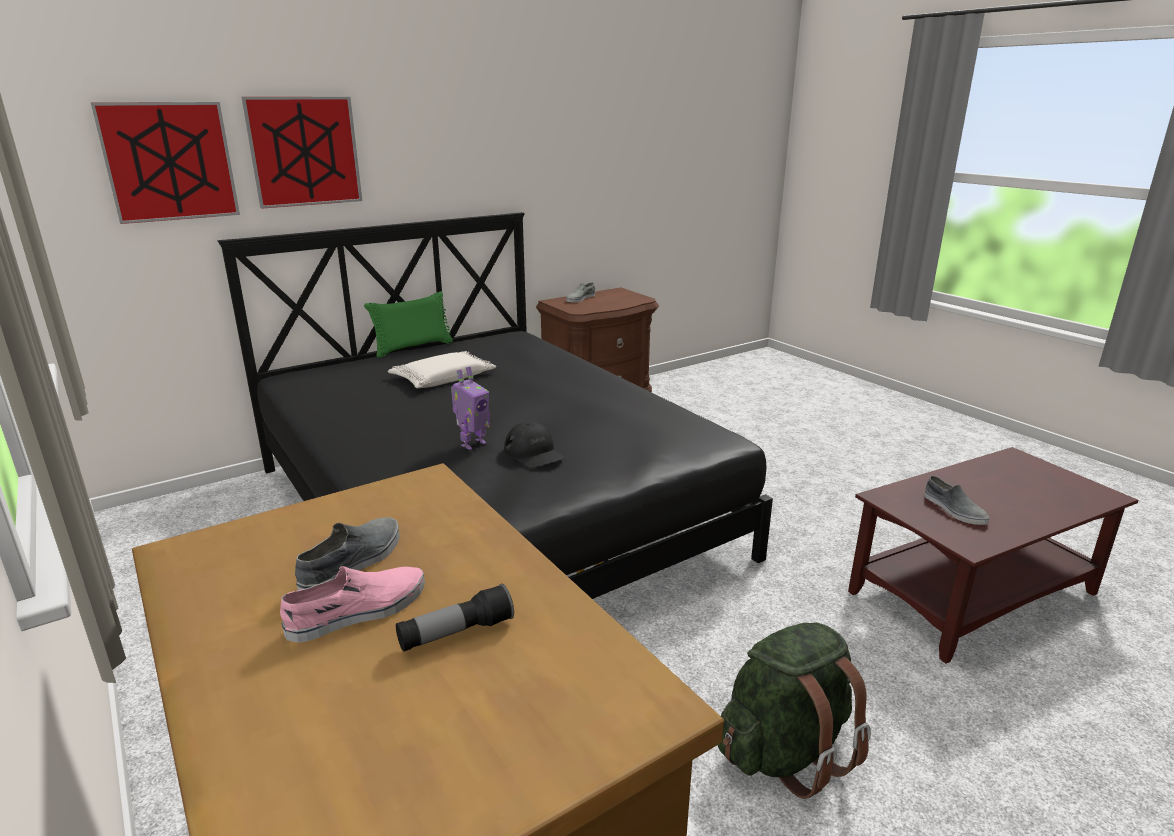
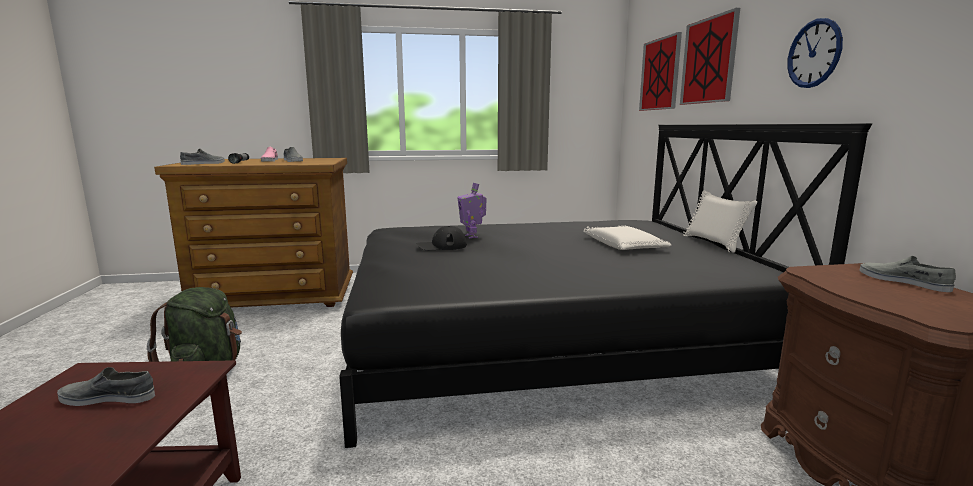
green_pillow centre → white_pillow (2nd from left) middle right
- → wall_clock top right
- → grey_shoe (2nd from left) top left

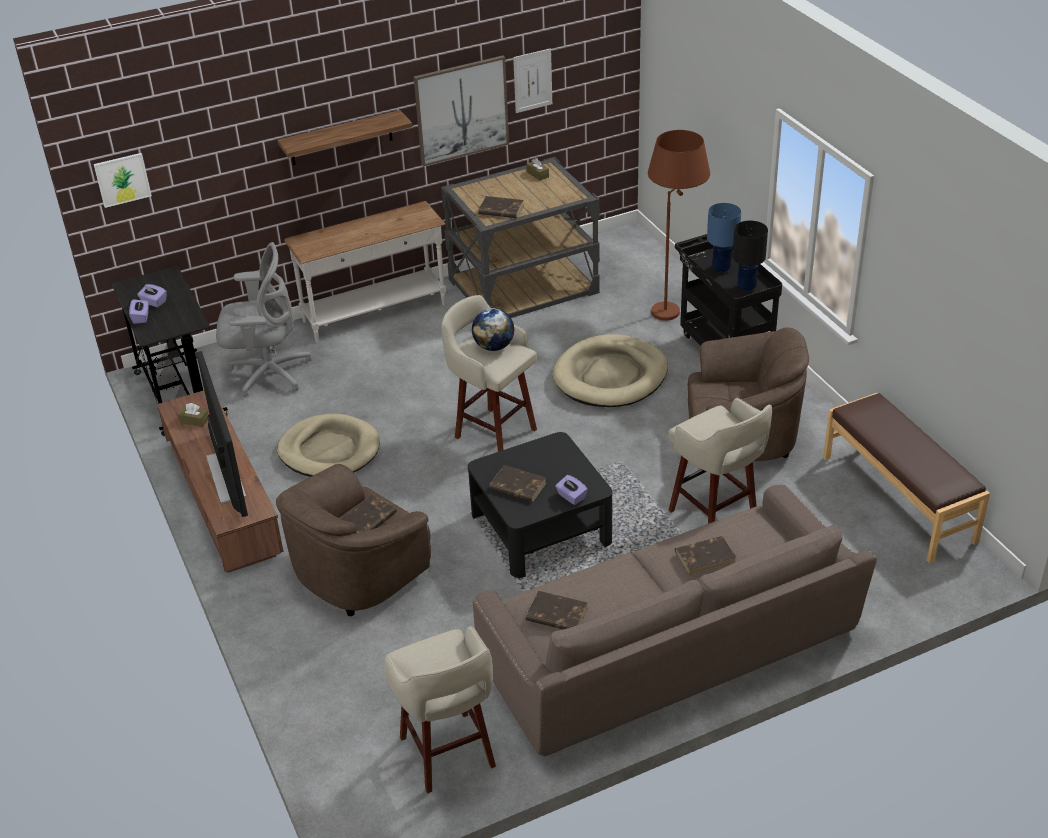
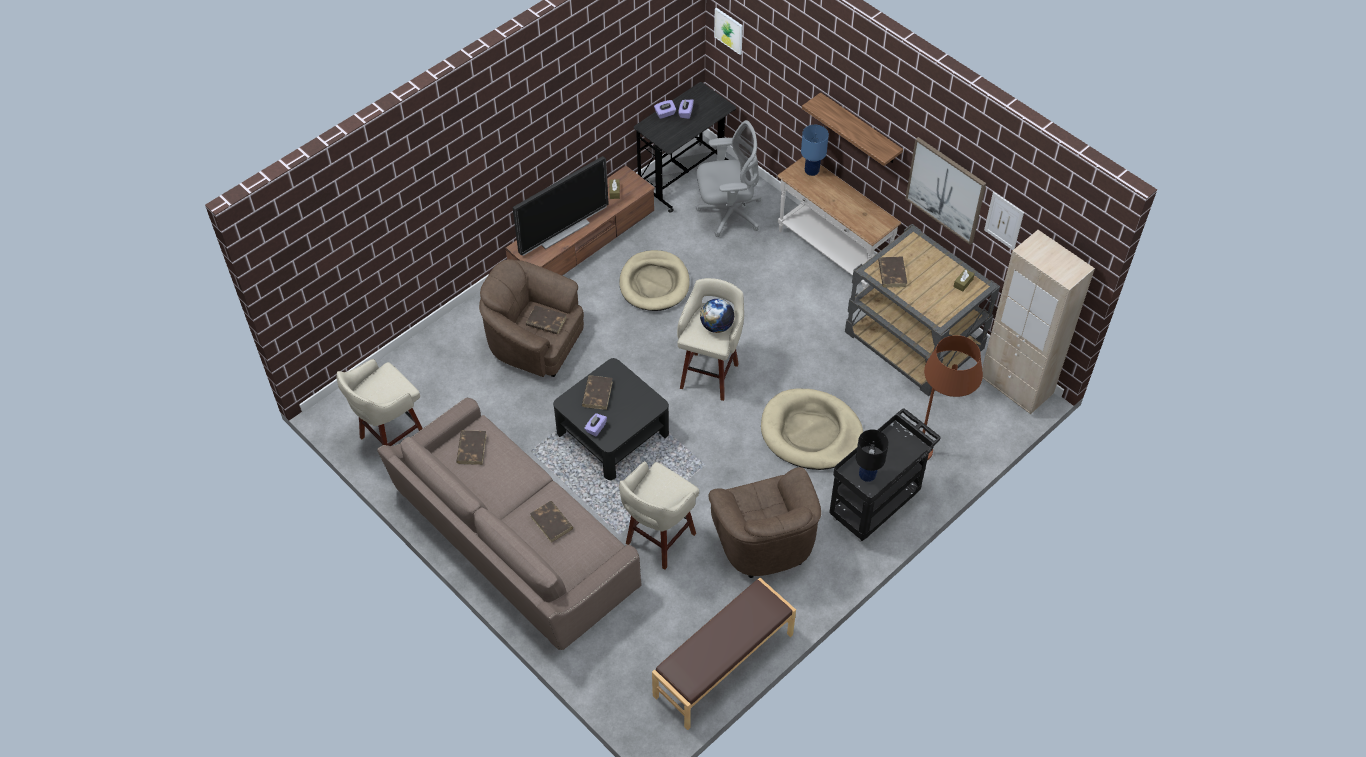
blue_table_lamp top right → blue_table_lamp top centre, move
grey_office_chair middle left → grey_office_chair top centre, 75 degrees counterclockwise
- → beige_cabinet middle right

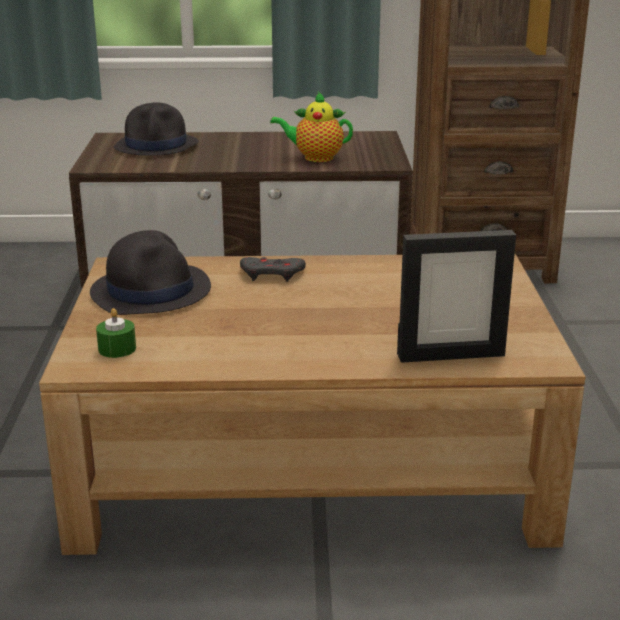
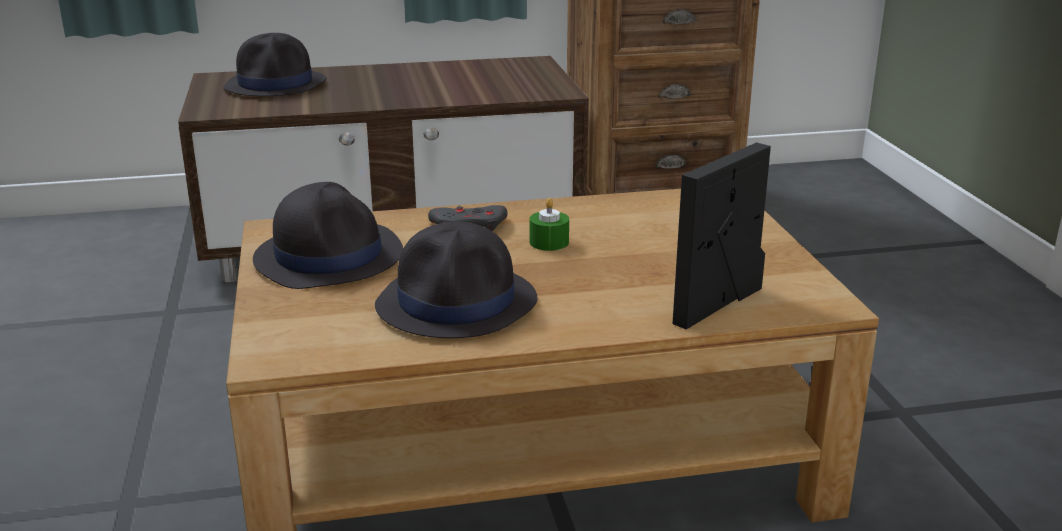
teapot top centre → -
picture_frame middle right, 150 degrees clockwise
green_candle middle left → green_candle centre, move
- → black_hat (3rd from left) centre

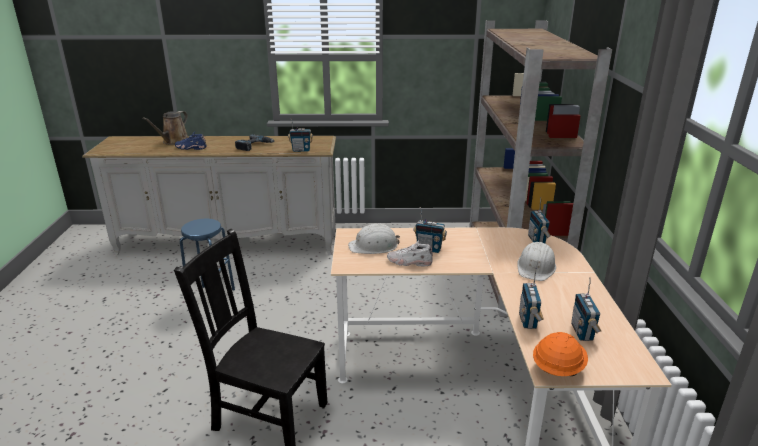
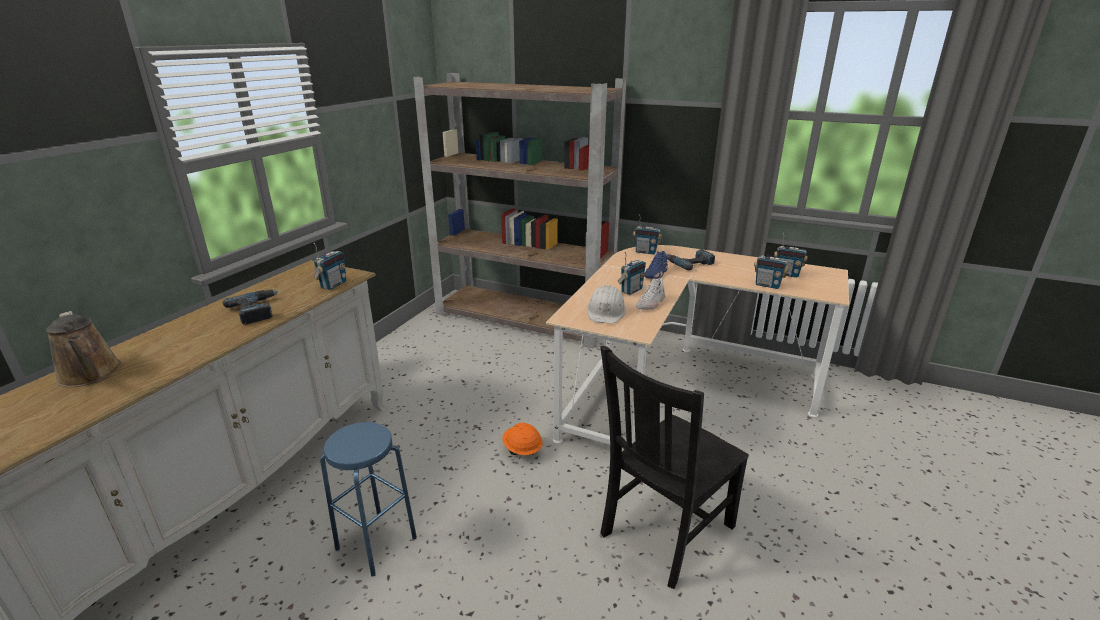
blue_shoe top left → blue_shoe centre, move
white_hard_hat (2nd from left) middle right → power_drill (2nd from left) centre
orange_hard_hat bottom right → orange_hard_hat bottom centre, move

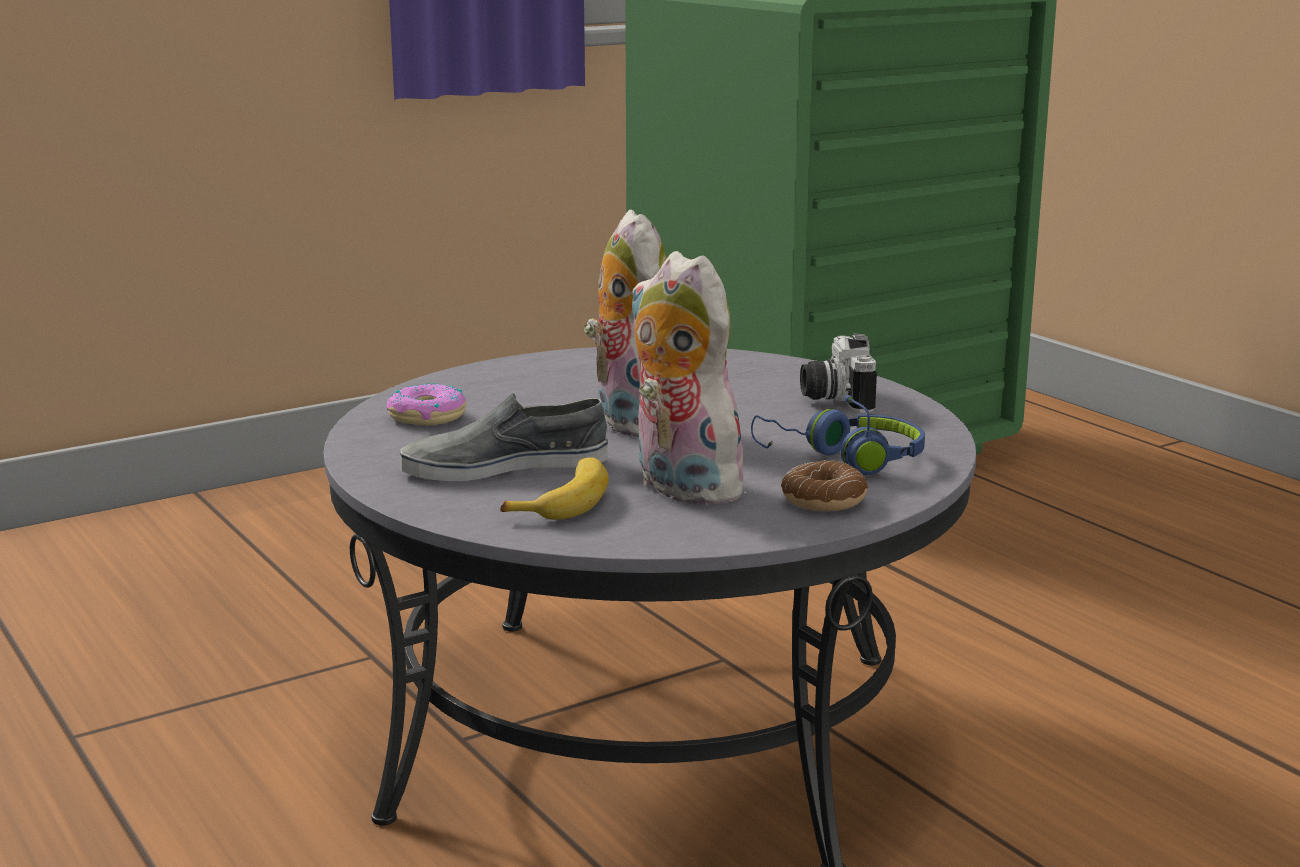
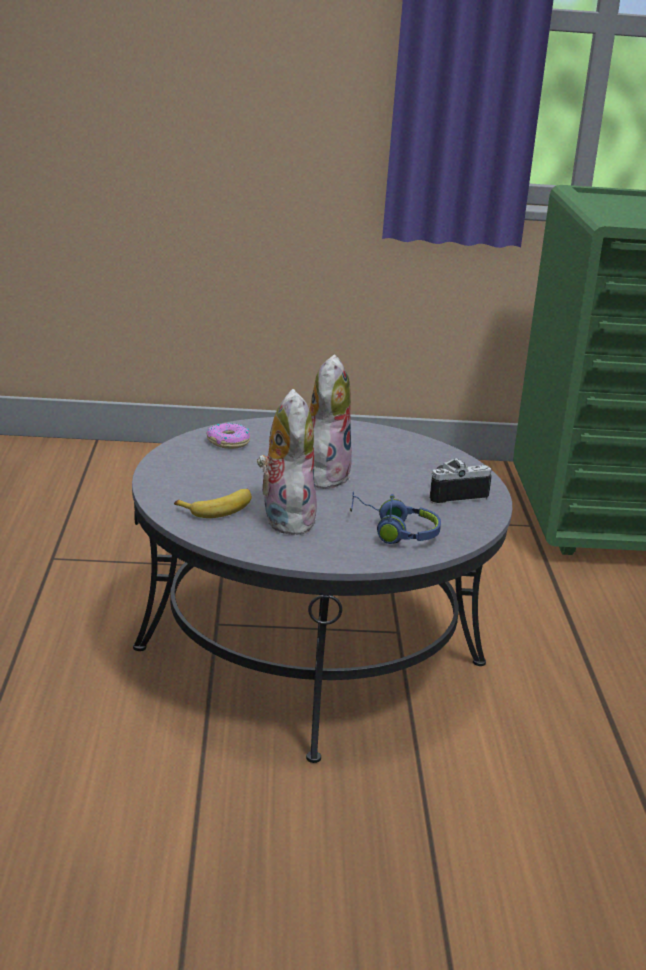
photo_camera centre → photo_camera middle right, 45 degrees clockwise
grey_shoe centre → -
donut (2nd from left) centre → -

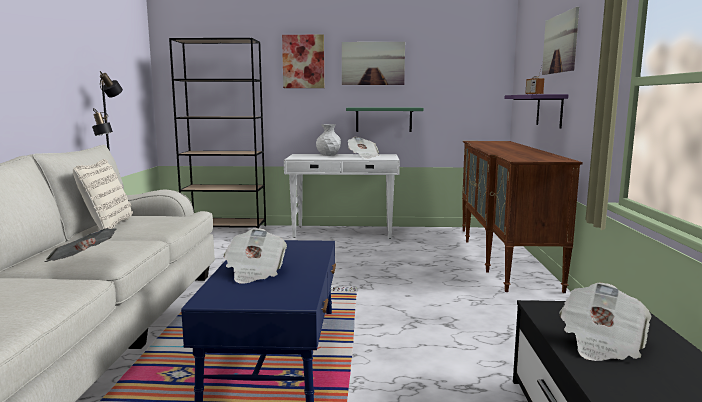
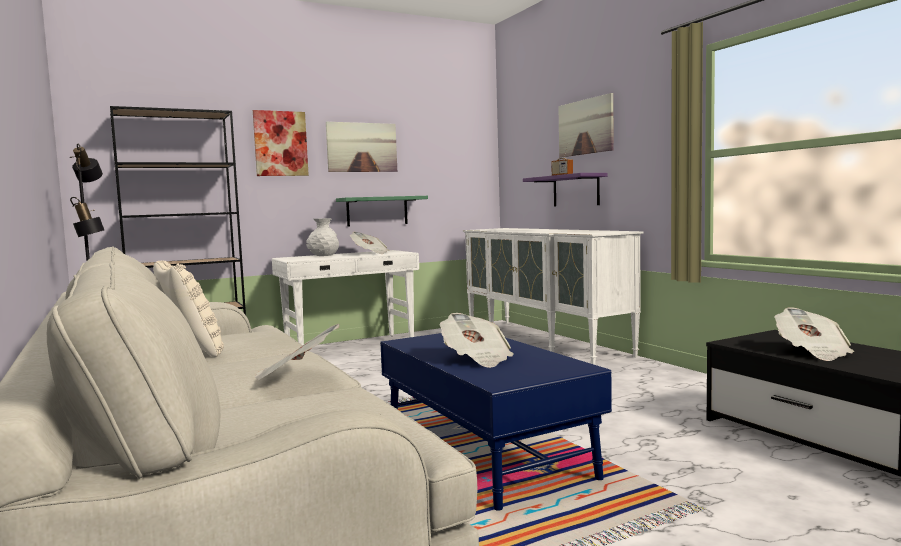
brown_cabinet middle right → white_cabinet centre

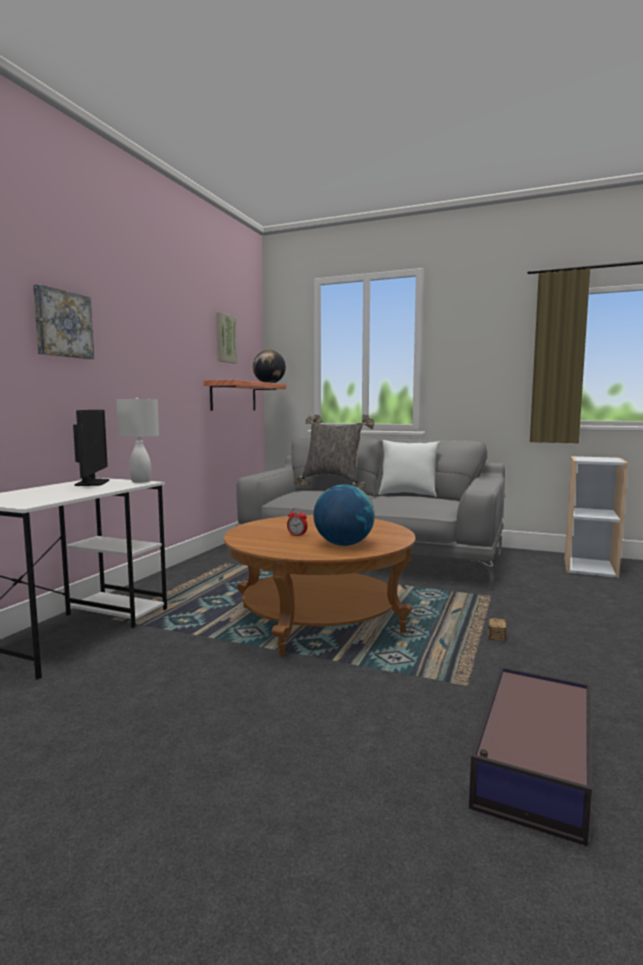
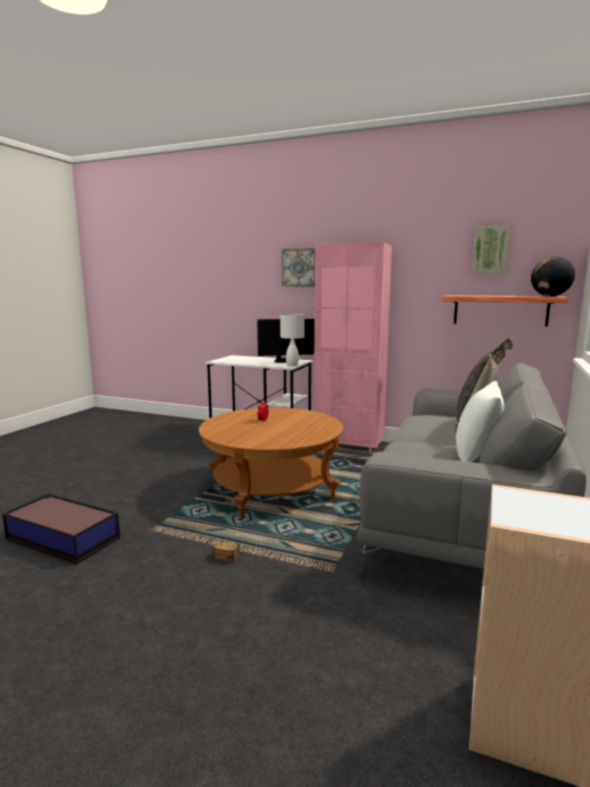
globe (2nd from left) centre → -
- → pink_cabinet centre

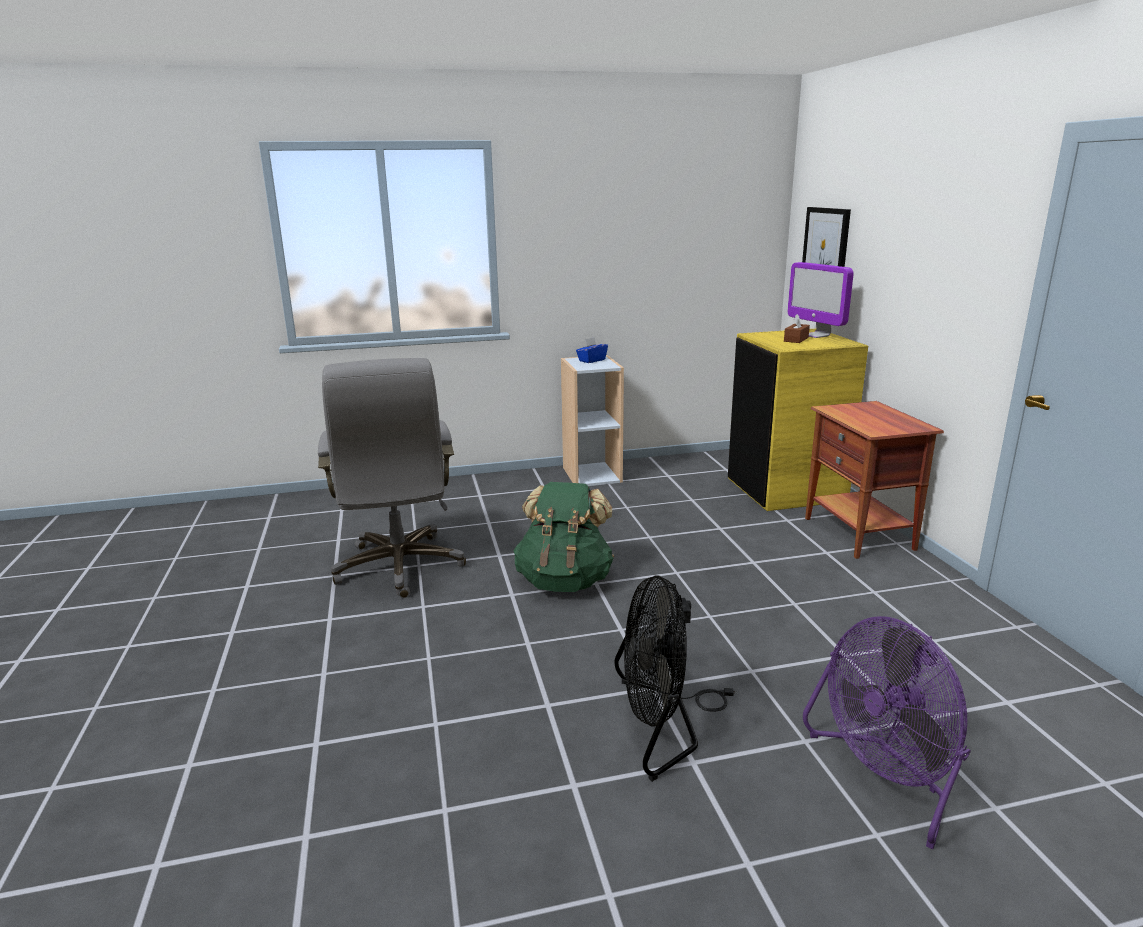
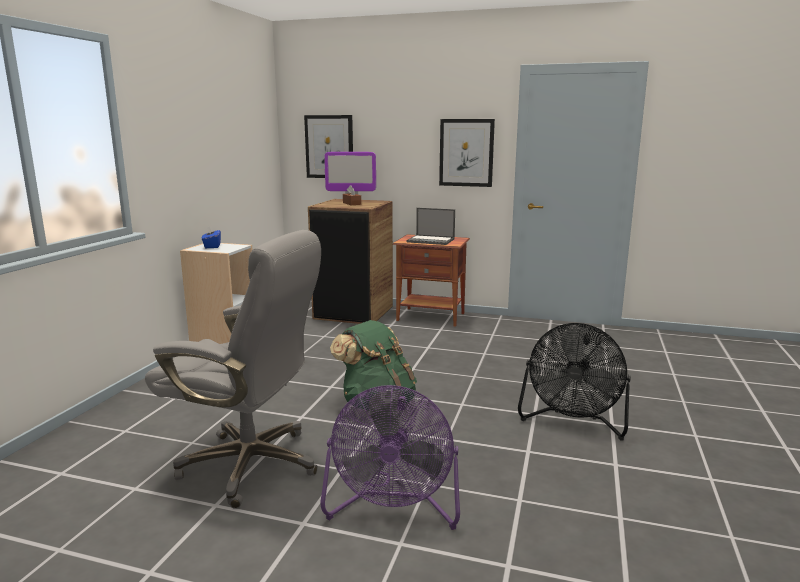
yellow_cabinet middle right → brown_cabinet centre
purple_fan bottom right → purple_fan bottom centre, move
- → picture (2nd from left) top centre
- → laptop centre

